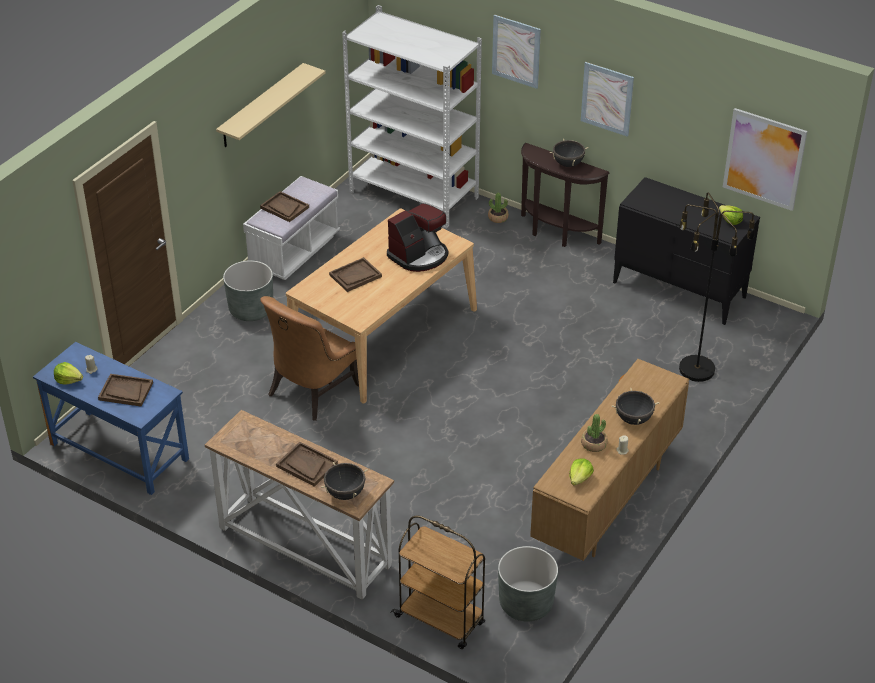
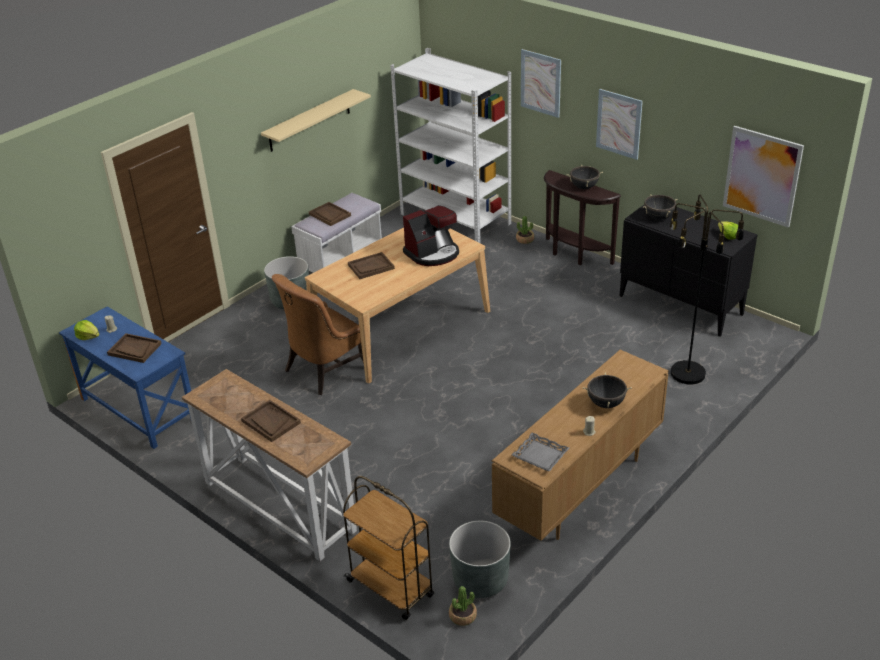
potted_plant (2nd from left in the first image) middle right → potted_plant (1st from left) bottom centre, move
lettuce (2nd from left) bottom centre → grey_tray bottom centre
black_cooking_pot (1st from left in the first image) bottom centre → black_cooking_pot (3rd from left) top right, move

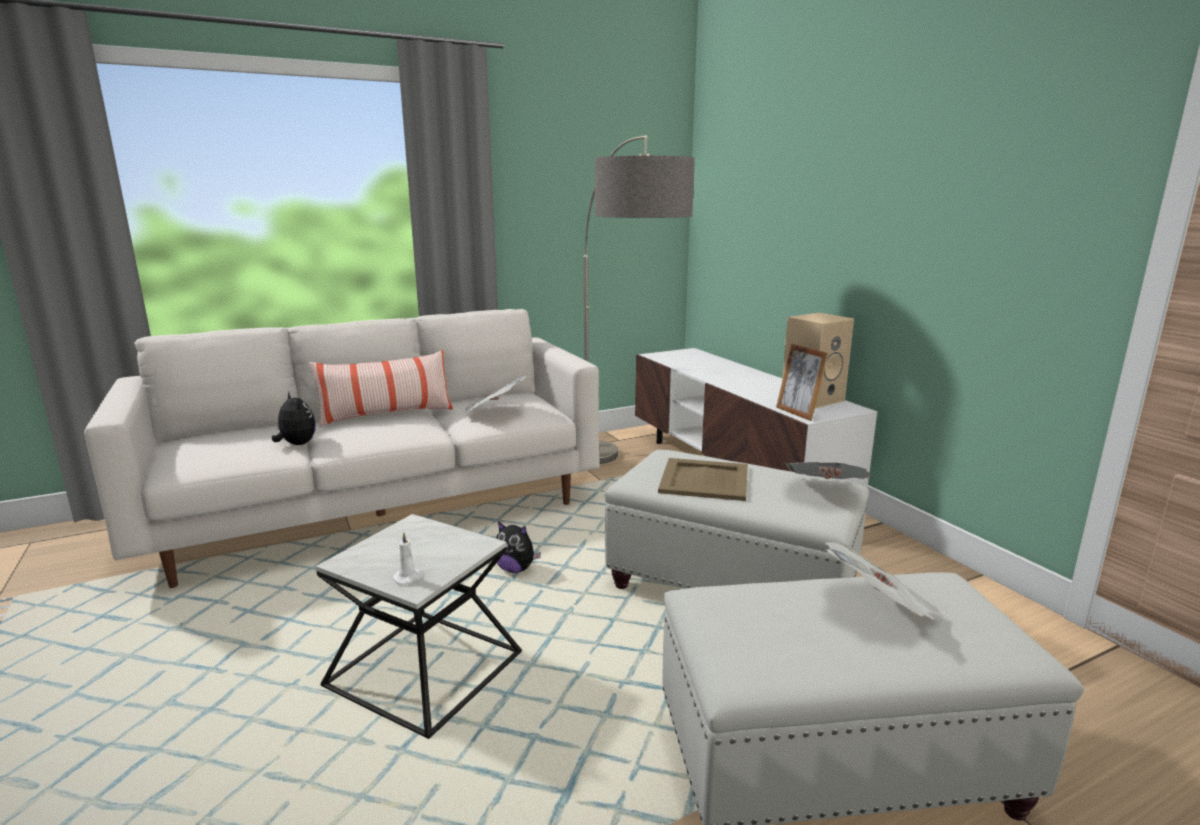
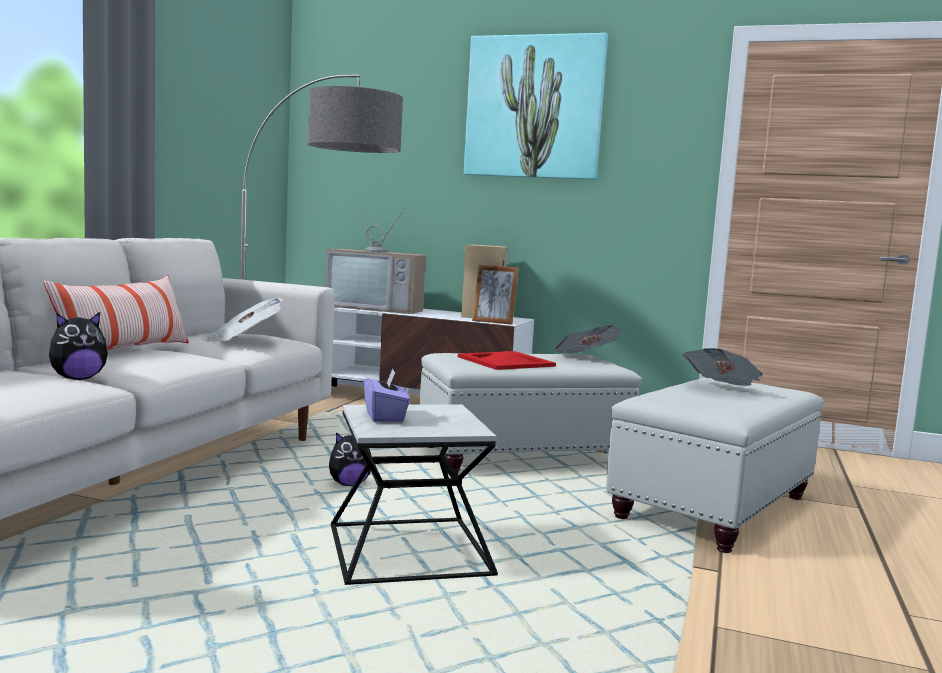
plush_toy (1st from left) middle left, 135 degrees clockwise
beige_tray centre → red_tray centre
white_candle bottom centre → -
- → picture top centre
- → television centre
- → purple_tissue_box centre

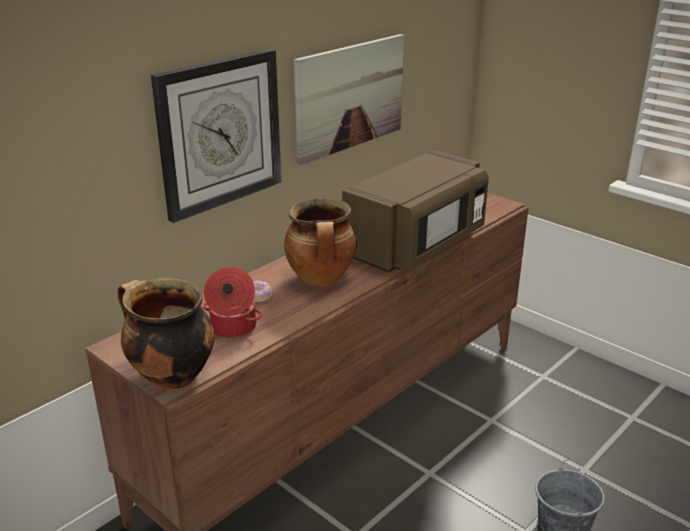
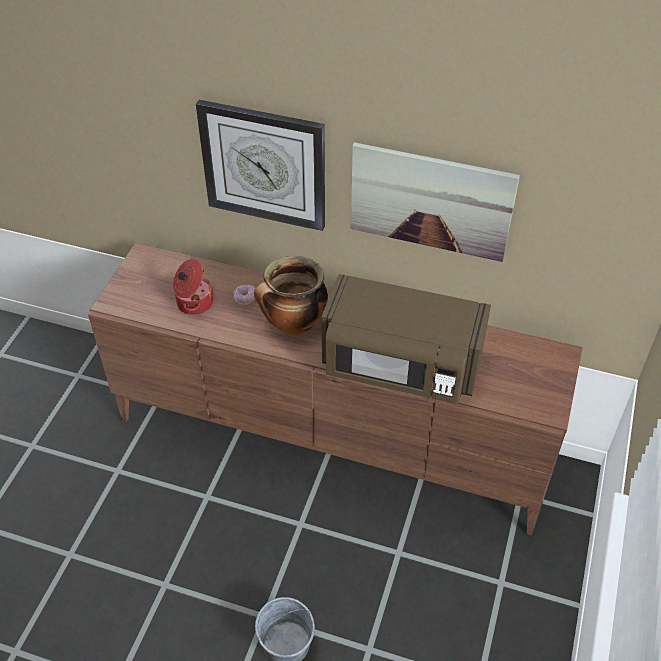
cooking_pot (1st from left) middle left → -

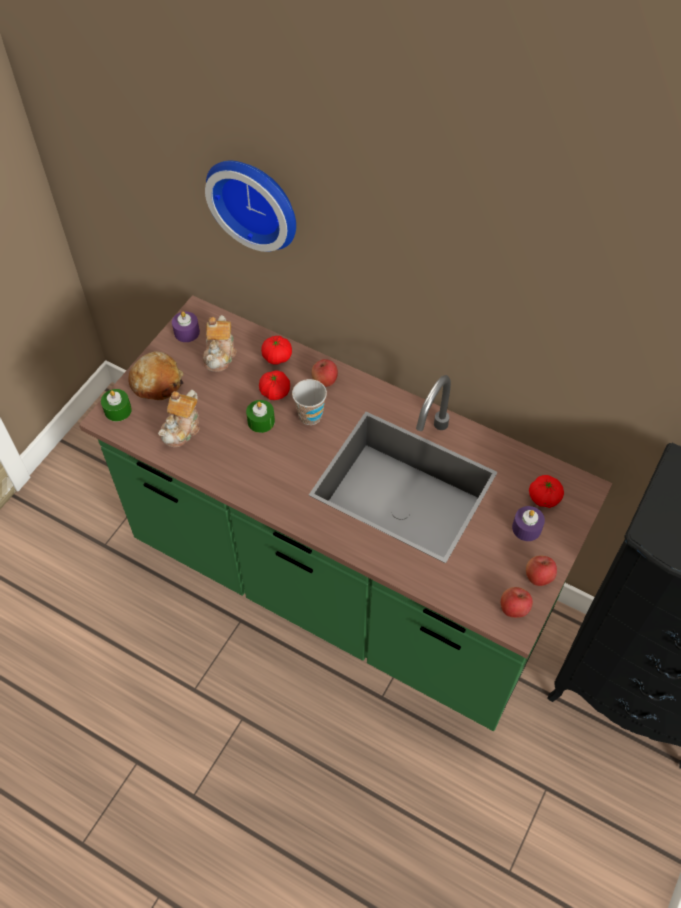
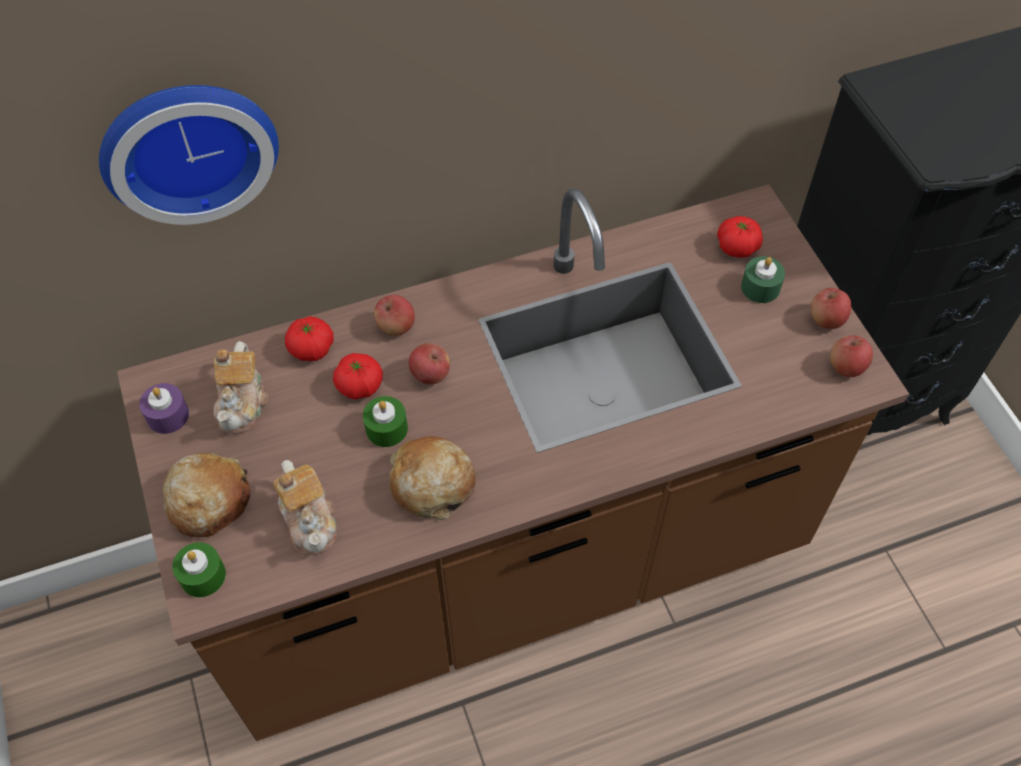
green_counter centre → brown_counter centre
teapot (2nd from left in the first image) middle left → teapot (1st from left) middle left, 45 degrees clockwise
cup centre → apple (2nd from left) centre
purple_candle (2nd from left) middle right → green_candle (3rd from left) middle right
- → bread (2nd from left) centre

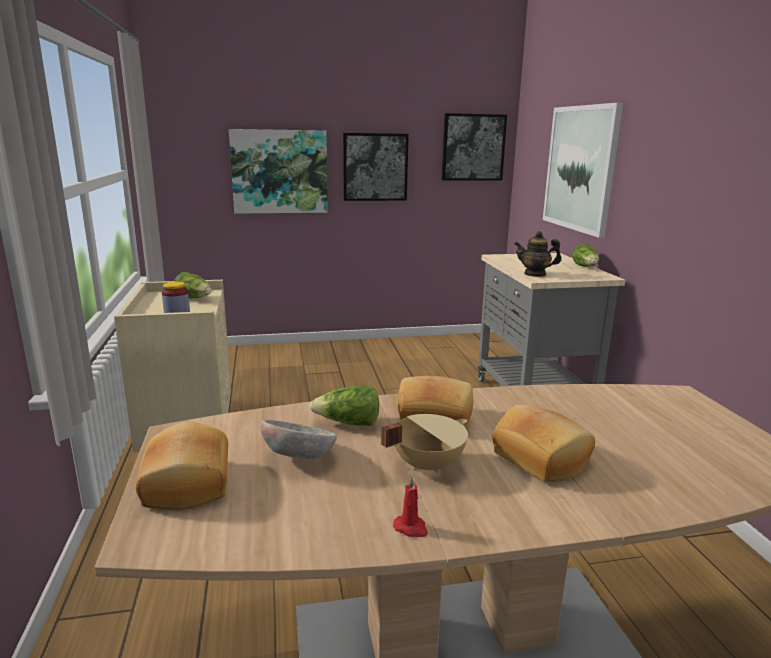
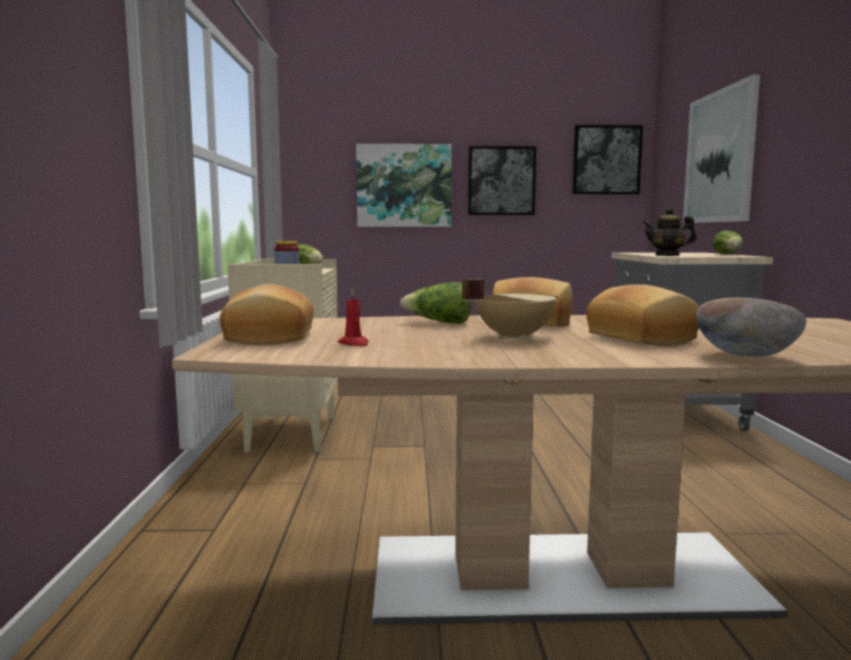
bowl bottom centre → bowl middle right, move
red_candle bottom centre → red_candle centre, move

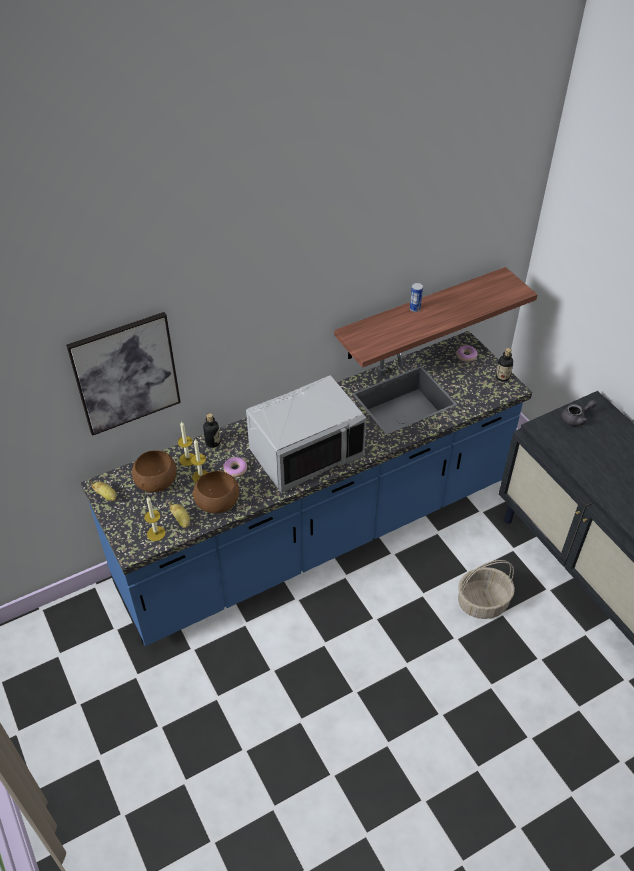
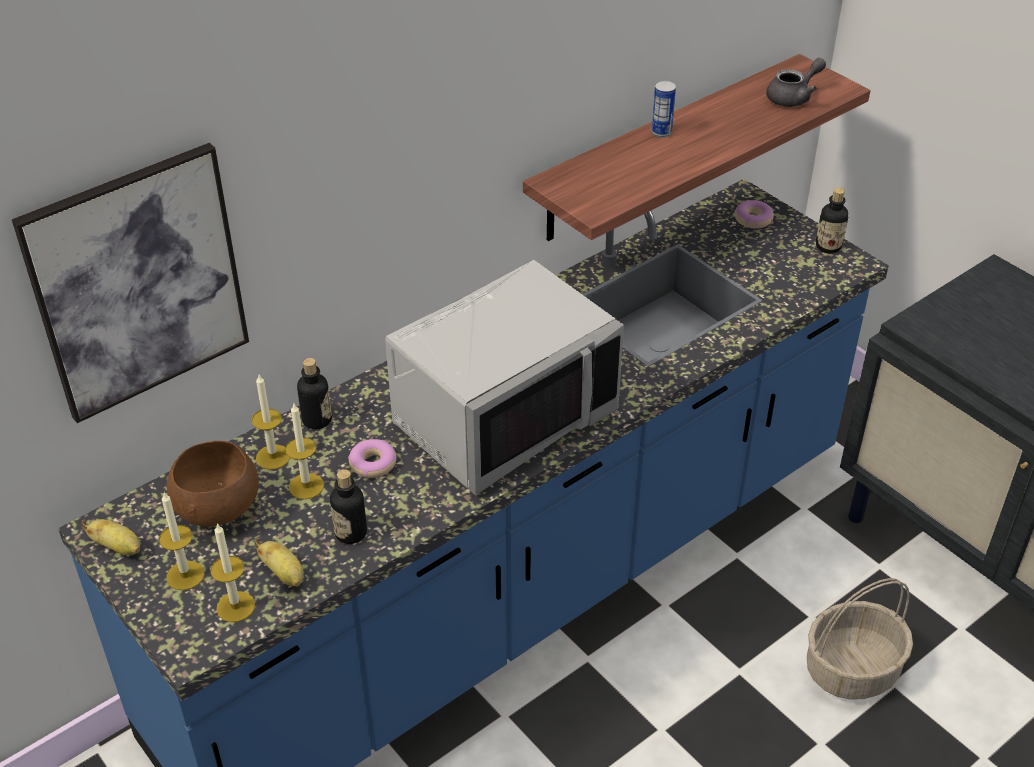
grey_teapot middle right → grey_teapot top right, move
brown_bowl (2nd from left) centre → bottle (2nd from left) centre
- → candle (1st from left) bottom left

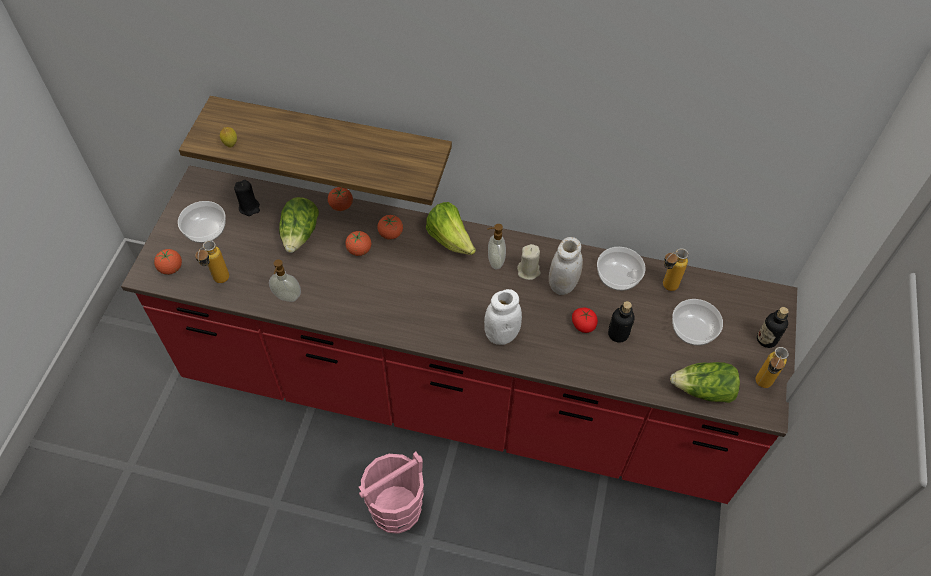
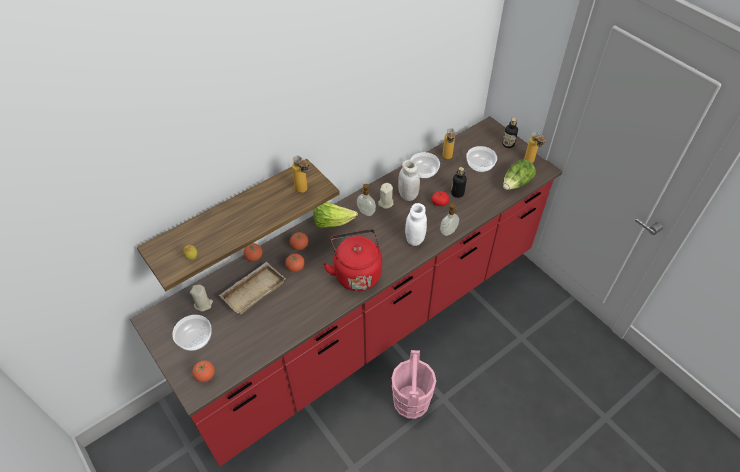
black_candle middle left → beige_candle (1st from left) middle left
lettuce (1st from left) middle left → beige_tray centre
bottle (1st from left) middle left → bottle (1st from left) centre, move
soap_dispenser (1st from left in the first image) middle left → soap_dispenser (2nd from left) centre, move
- → red_kettle centre

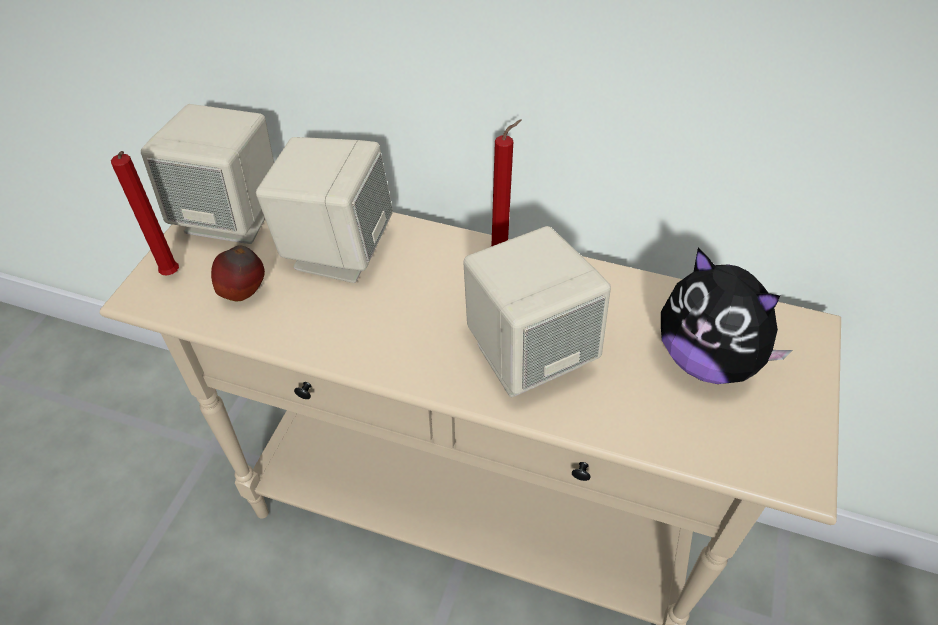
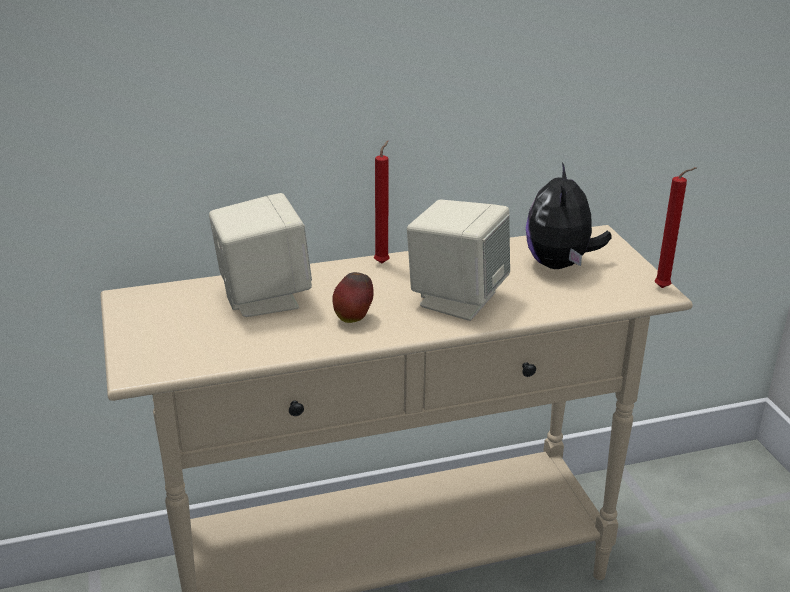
beige_speaker (1st from left) top left → -
red_candle (1st from left in the first image) middle left → red_candle (2nd from left) middle right, move
apple middle left → apple centre, move
plush_toy middle right, 90 degrees clockwise

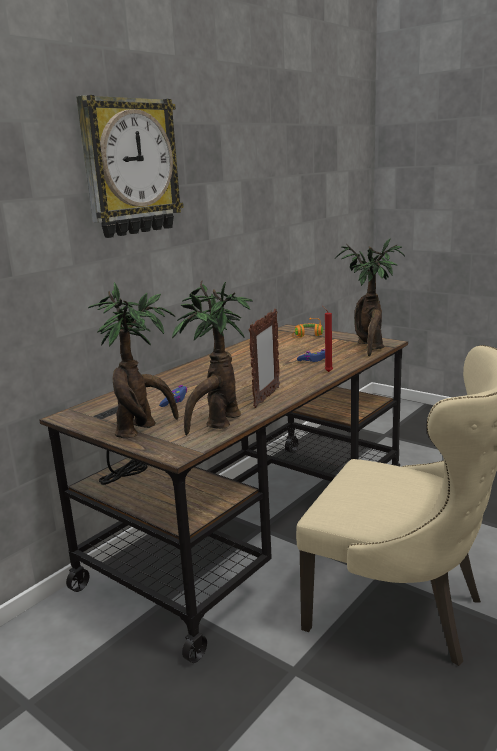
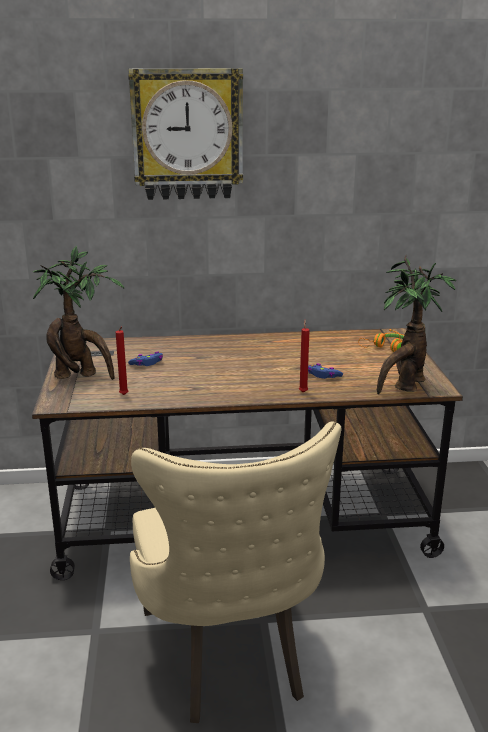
potted_plant (2nd from left) centre → red_candle (1st from left) middle left
picture_frame centre → -

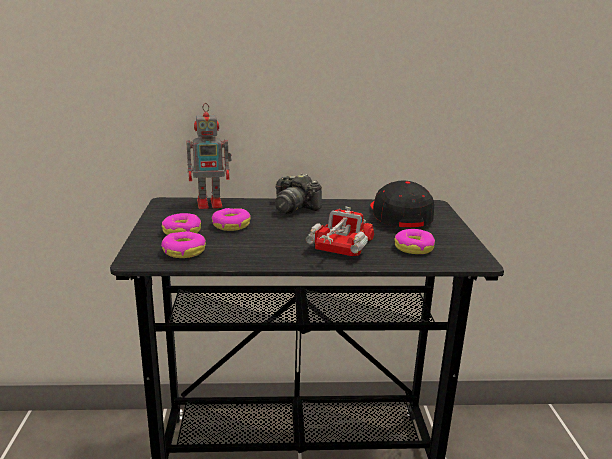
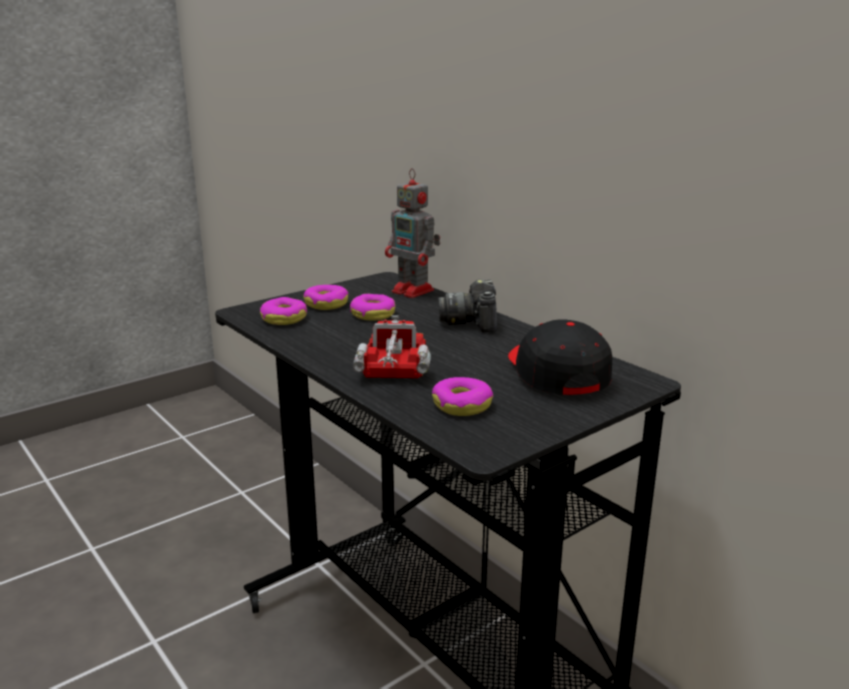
black_cap centre, 60 degrees counterclockwise
toy_truck centre, 75 degrees counterclockwise

